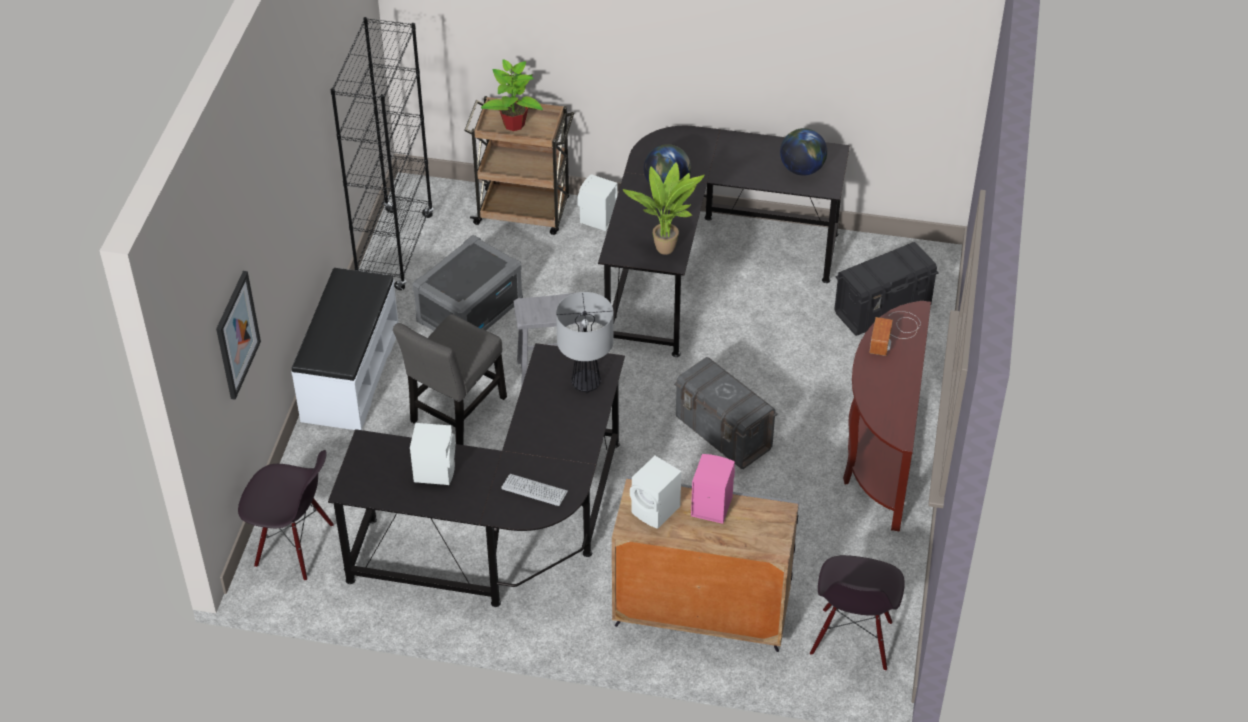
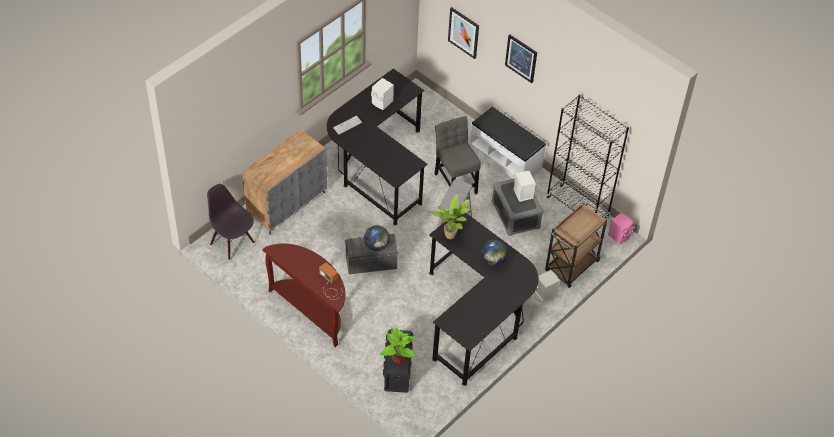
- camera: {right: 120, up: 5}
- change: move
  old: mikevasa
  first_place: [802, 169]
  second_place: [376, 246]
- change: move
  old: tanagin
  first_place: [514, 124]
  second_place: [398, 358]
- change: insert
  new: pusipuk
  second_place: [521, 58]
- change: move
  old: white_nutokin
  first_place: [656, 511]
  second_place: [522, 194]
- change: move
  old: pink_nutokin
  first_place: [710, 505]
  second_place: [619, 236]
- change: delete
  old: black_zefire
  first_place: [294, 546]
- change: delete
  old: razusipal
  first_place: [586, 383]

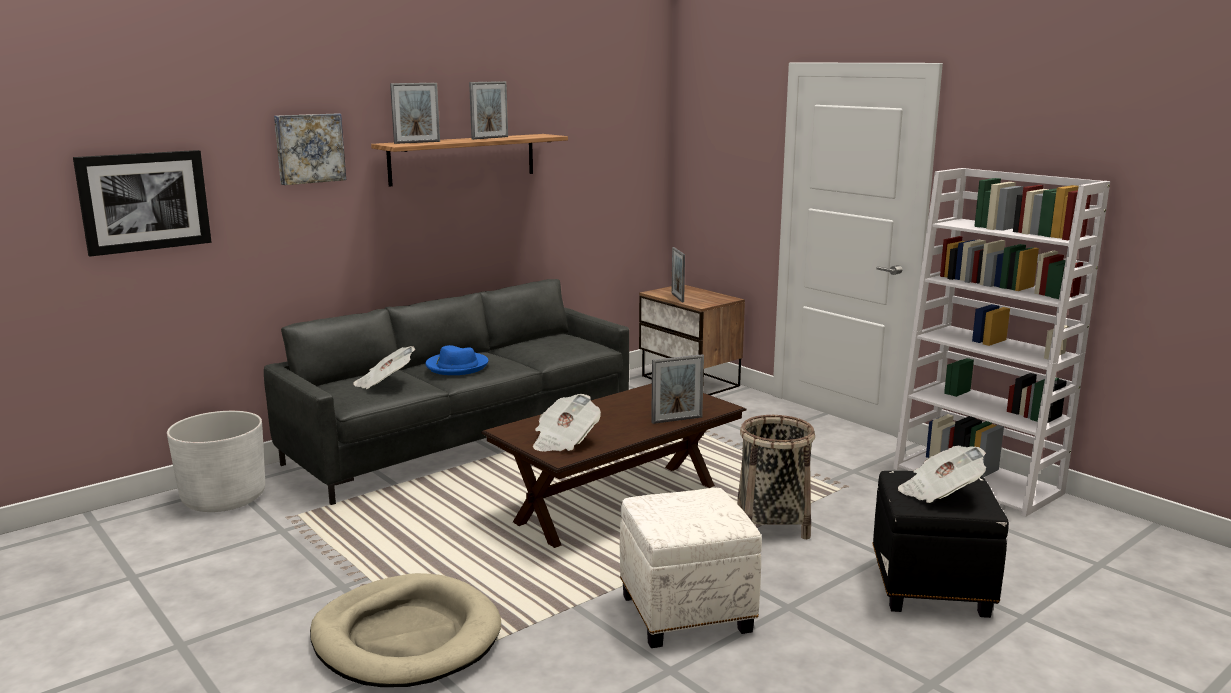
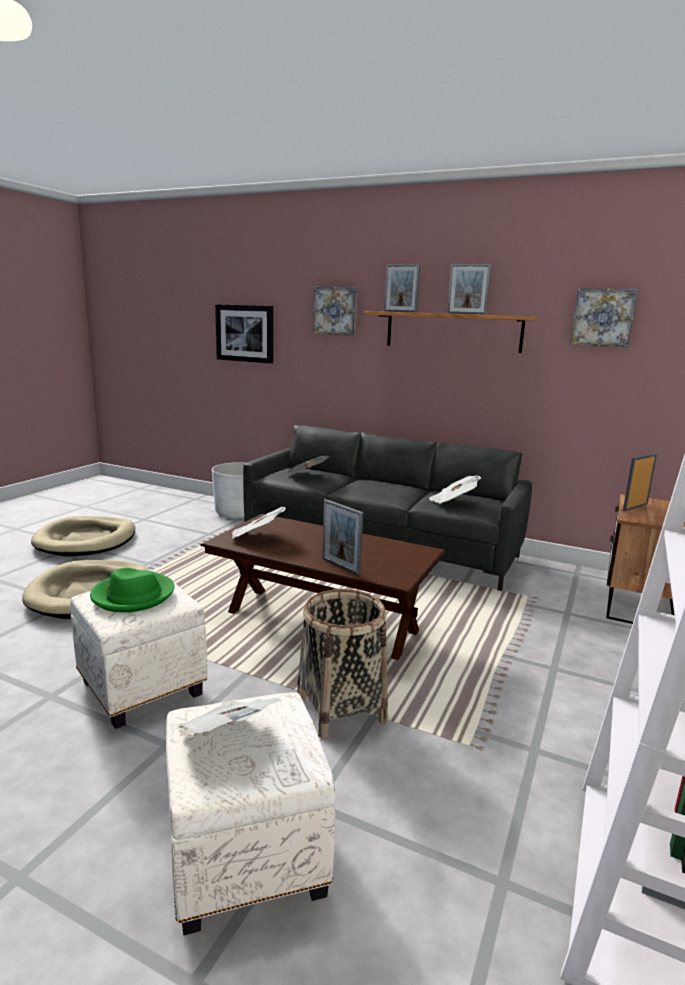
- camera: {right: 65, up: 0}
- change: insert
  new: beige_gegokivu
  second_place: [86, 540]
- change: insert
  new: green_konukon
  second_place: [133, 595]
- change: recolor
  old: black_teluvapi
  new: white_teluvapi
  first_place: [932, 588]
  second_place: [245, 860]
- change: insert
  new: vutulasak
  second_place: [453, 502]
- change: insert
  new: pusipuk
  second_place: [603, 317]
- change: delete
  old: blue_konukon
  first_place: [457, 366]

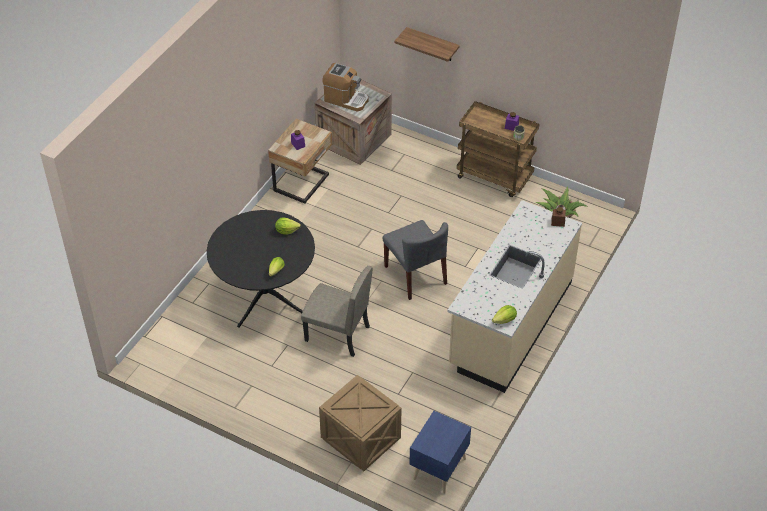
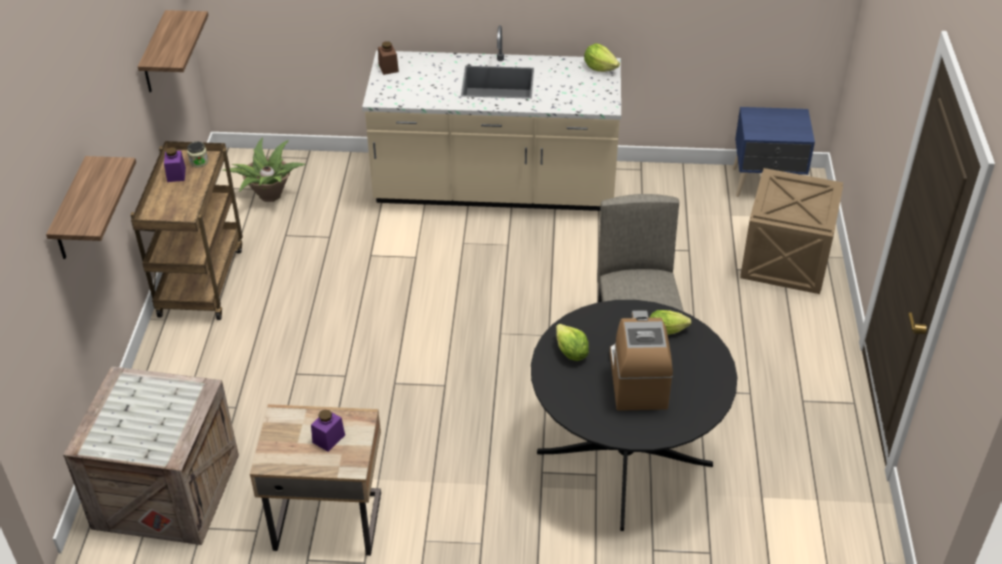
- camera: {right: -115, up: -5}
- change: insert
  new: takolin
  second_place: [155, 54]
- change: move
  old: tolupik
  first_place: [346, 99]
  second_place: [637, 380]
- change: delete
  old: grey_zefire
  first_place: [415, 275]

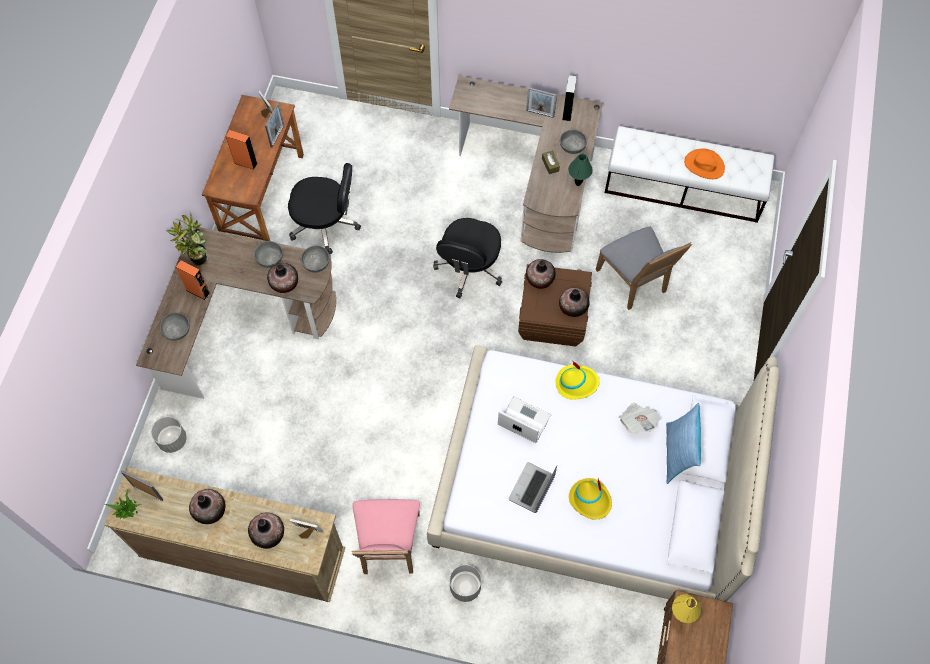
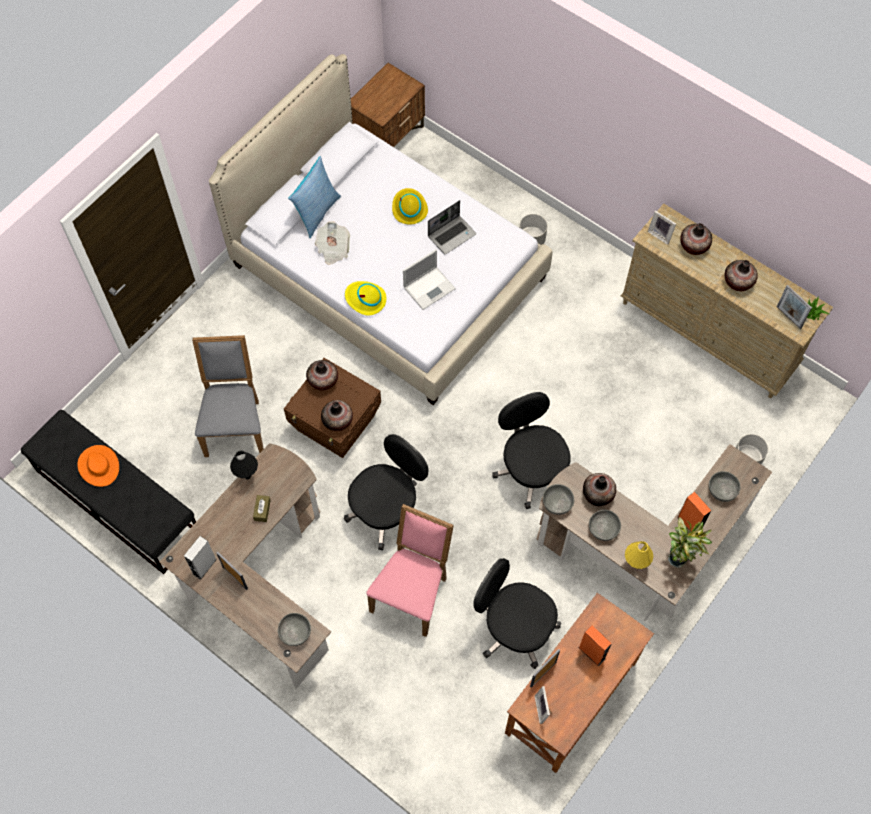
- camera: {right: -155, up: 0}
- change: recolor
  old: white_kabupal
  new: black_kabupal
  first_place: [684, 188]
  second_place: [117, 501]
- change: recolor
  old: green_razusipal
  new: black_razusipal
  first_place: [577, 183]
  second_place: [248, 476]
- change: move
  old: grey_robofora
  first_place: [572, 146]
  second_place: [295, 632]
- change: move
  old: pink_zefire
  first_place: [388, 548]
  second_place: [413, 592]
- change: rotate
  old: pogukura
  first_place: [523, 420]
  second_place: [430, 287]
  degrees: -90
- change: insert
  new: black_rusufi
  second_place: [531, 469]
- change: move
  old: yellow_razusipal
  first_place: [681, 615]
  second_place: [635, 565]

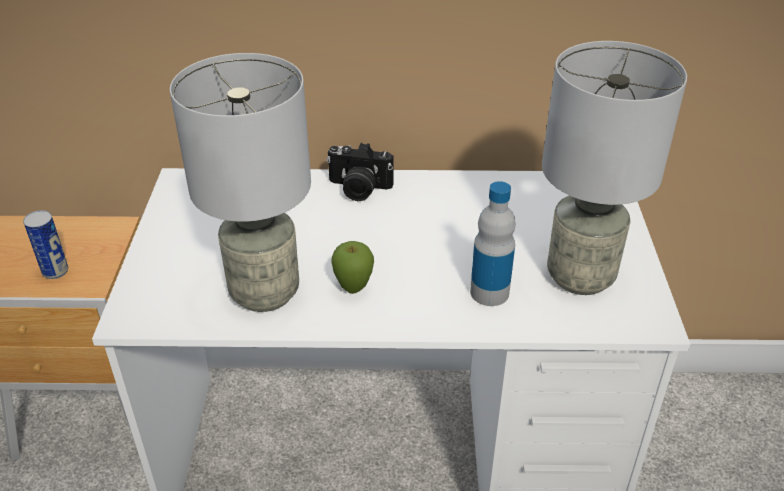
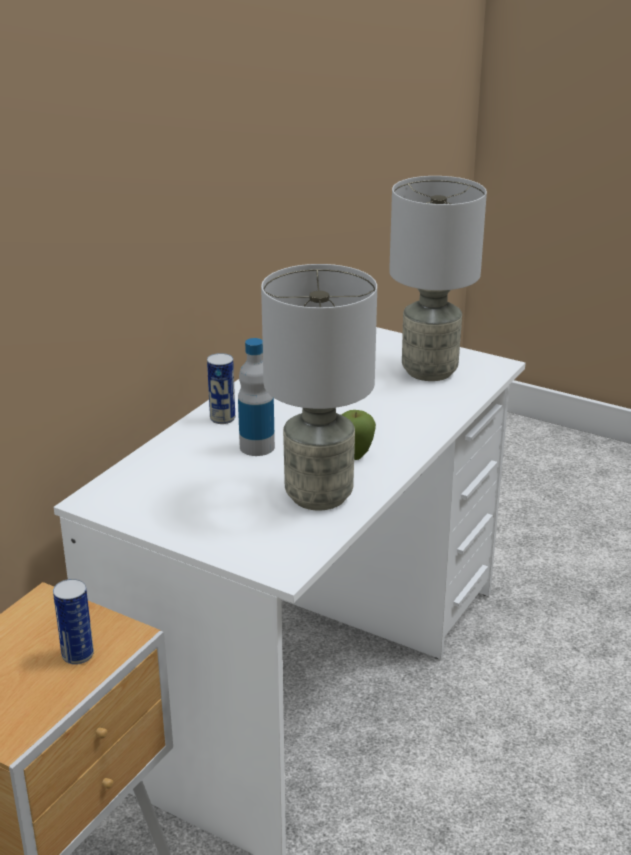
- camera: {right: -60, up: -10}
- change: replace
  old: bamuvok
  new: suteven
  first_place: [358, 189]
  second_place: [222, 418]
- change: move
  old: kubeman
  first_place: [489, 292]
  second_place: [257, 447]

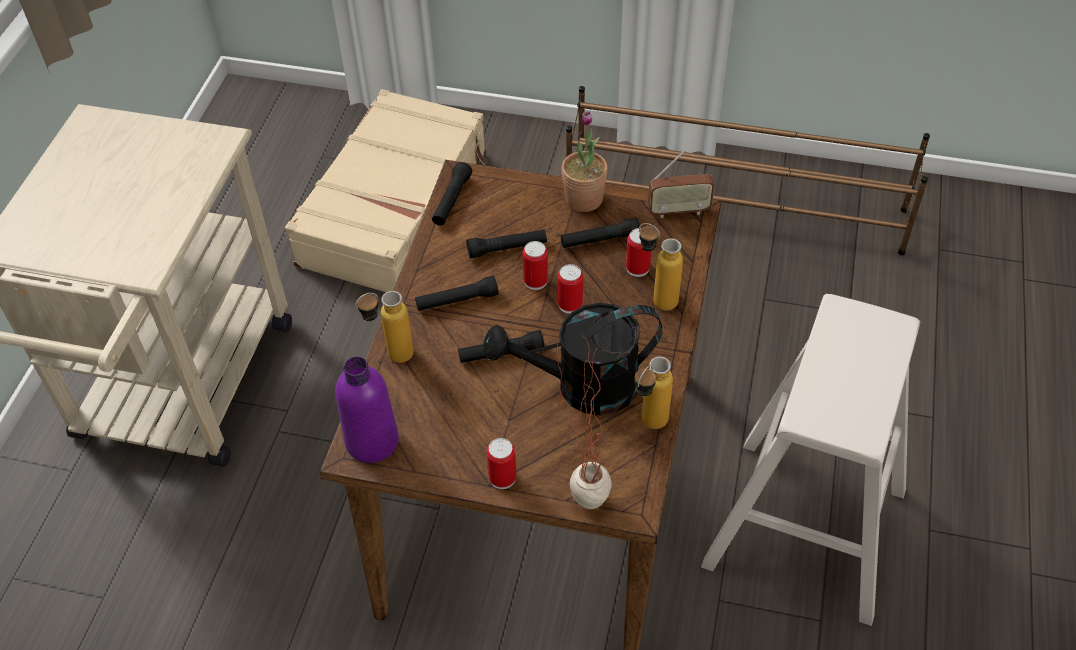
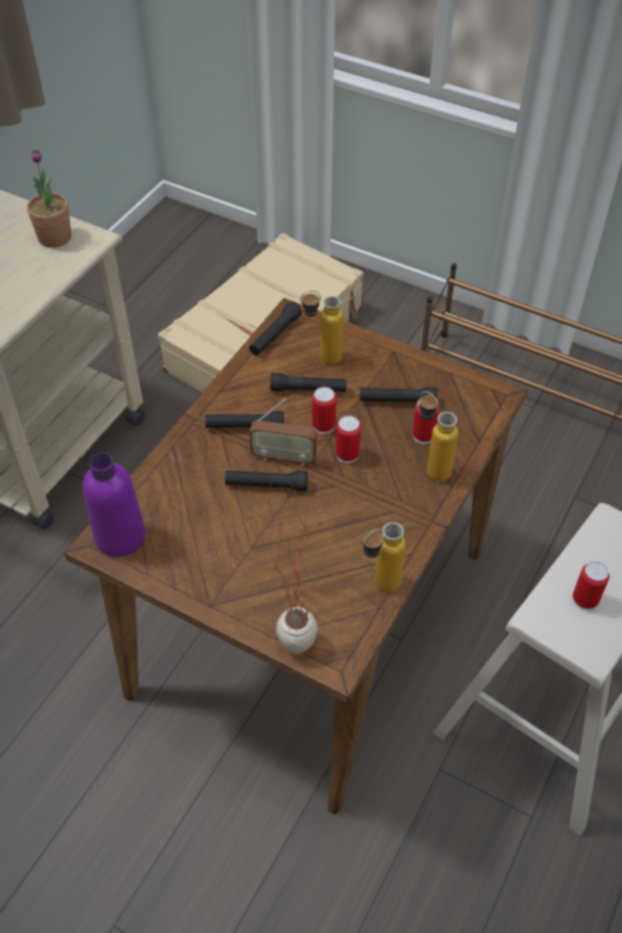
- camera: {right: 15, up: 0}
- change: move
  old: tanagin
  first_place: [584, 199]
  second_place: [55, 238]
- change: move
  old: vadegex
  first_place: [678, 211]
  second_place: [284, 457]
- change: move
  old: kubeman
  first_place: [390, 357]
  second_place: [321, 359]
- change: move
  old: suteven
  first_place: [502, 478]
  second_place: [585, 599]
- change: delete
  old: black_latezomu
  first_place: [582, 387]

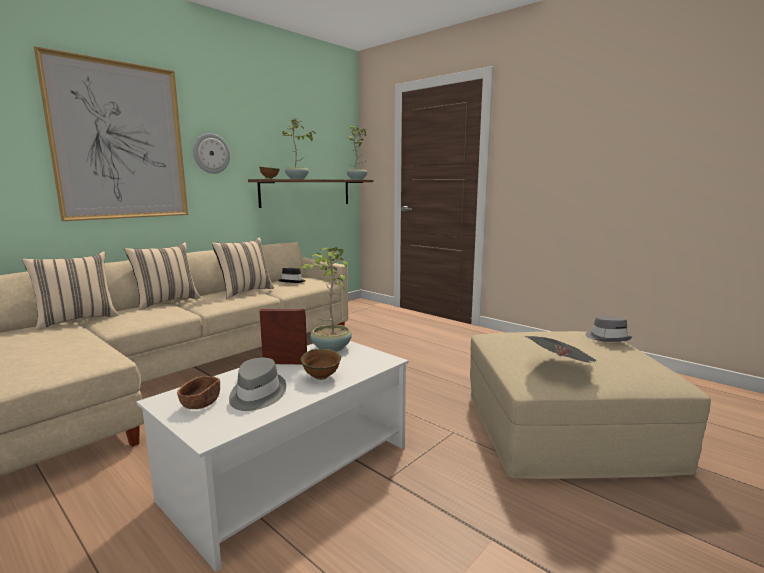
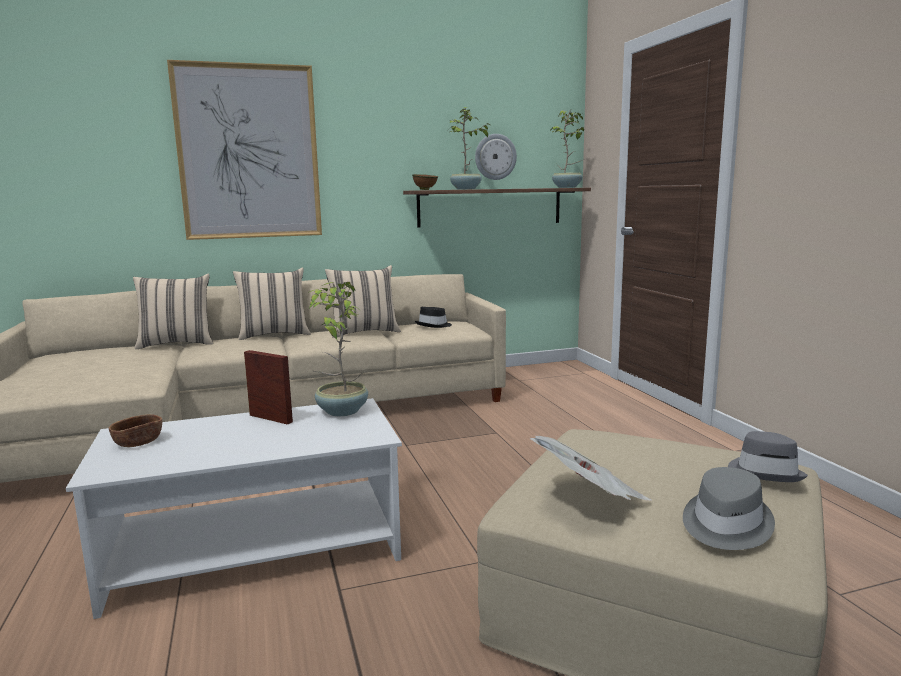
- camera: {right: 30, up: 0}
- change: move
  old: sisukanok
  first_place: [211, 153]
  second_place: [495, 157]
- change: move
  old: grey_konukon
  first_place: [256, 395]
  second_place: [725, 524]
- change: delete
  old: brown_robofora
  first_place: [322, 377]

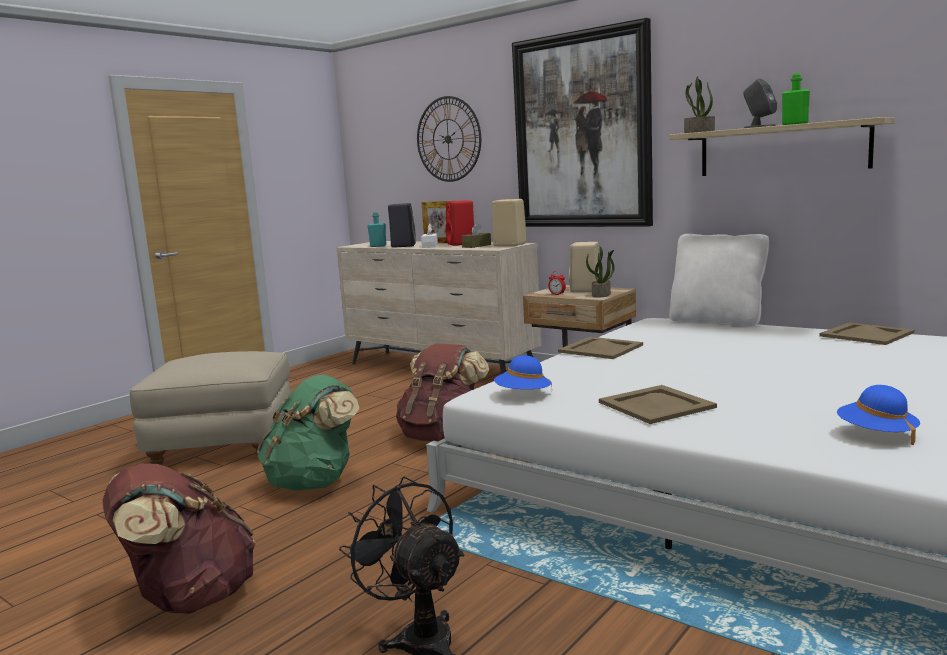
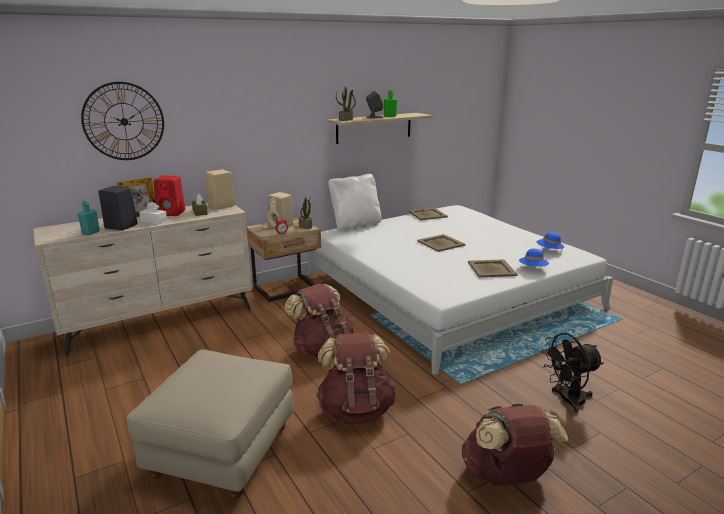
- camera: {right: -70, up: 10}
- change: recolor
  old: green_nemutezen
  new: brown_nemutezen
  first_place: [314, 482]
  second_place: [356, 410]
- change: move
  old: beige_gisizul
  first_place: [600, 348]
  second_place: [440, 243]
- change: move
  old: blue_konukon
  first_place: [523, 395]
  second_place: [533, 268]
- change: delete
  old: pusipuk
  first_place: [582, 131]

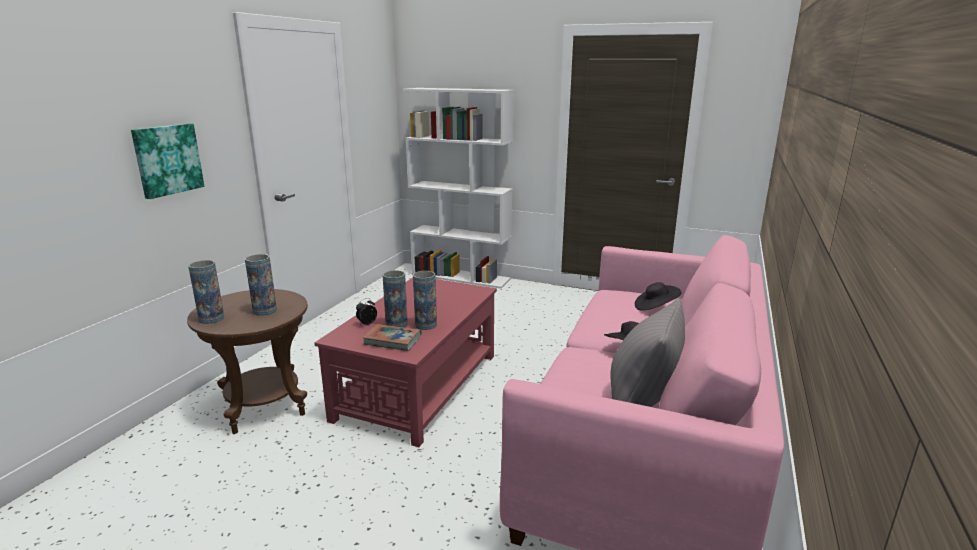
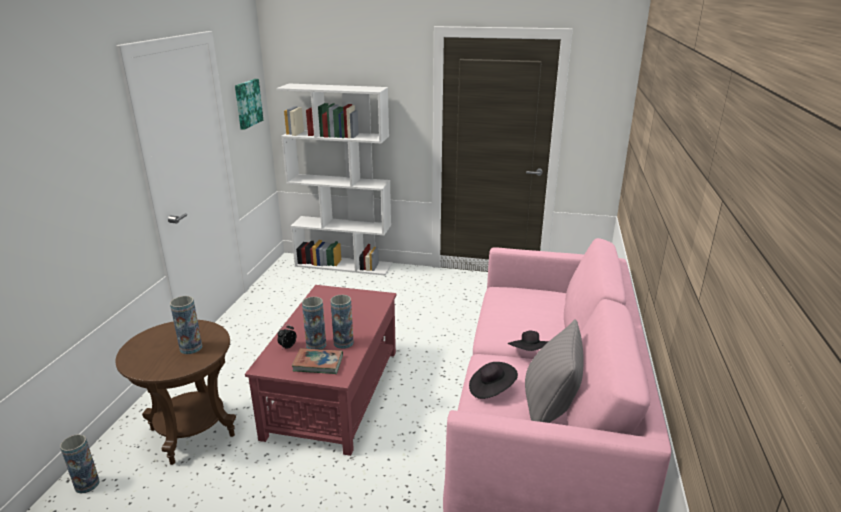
- camera: {right: -10, up: 5}
- change: move
  old: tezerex
  first_place: [211, 319]
  second_place: [87, 484]
- change: move
  old: pusipuk
  first_place: [167, 159]
  second_place: [247, 103]
- change: move
  old: black_konukon
  first_place: [655, 308]
  second_place: [491, 389]

